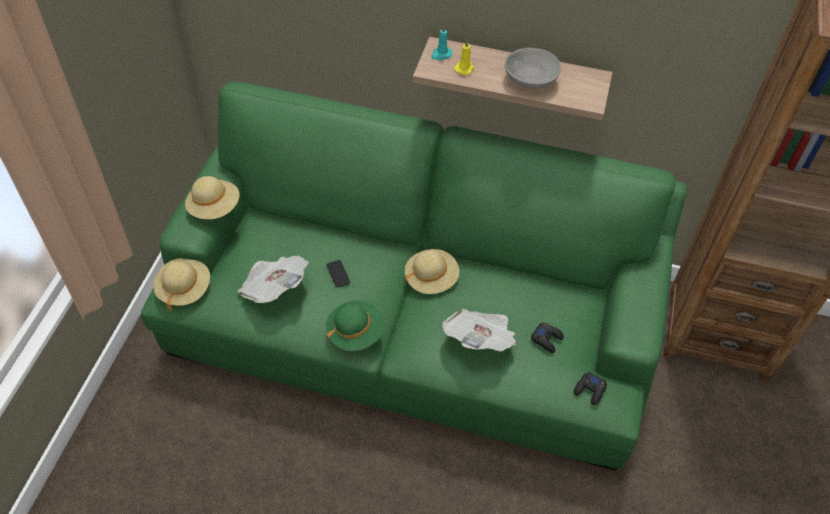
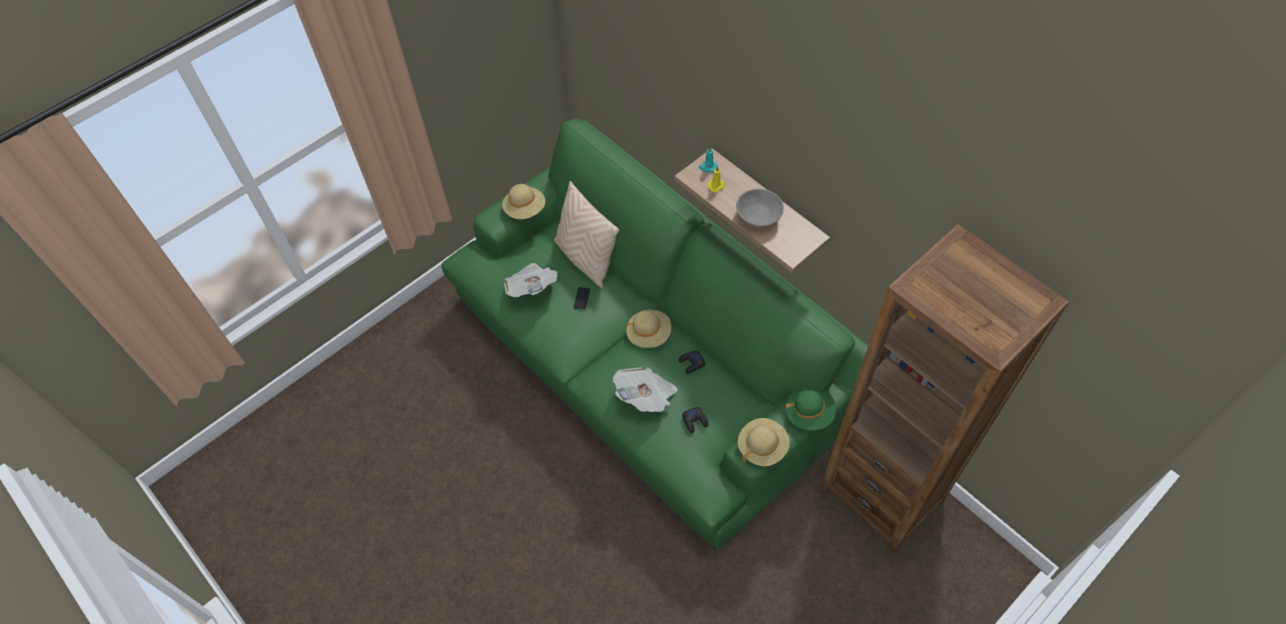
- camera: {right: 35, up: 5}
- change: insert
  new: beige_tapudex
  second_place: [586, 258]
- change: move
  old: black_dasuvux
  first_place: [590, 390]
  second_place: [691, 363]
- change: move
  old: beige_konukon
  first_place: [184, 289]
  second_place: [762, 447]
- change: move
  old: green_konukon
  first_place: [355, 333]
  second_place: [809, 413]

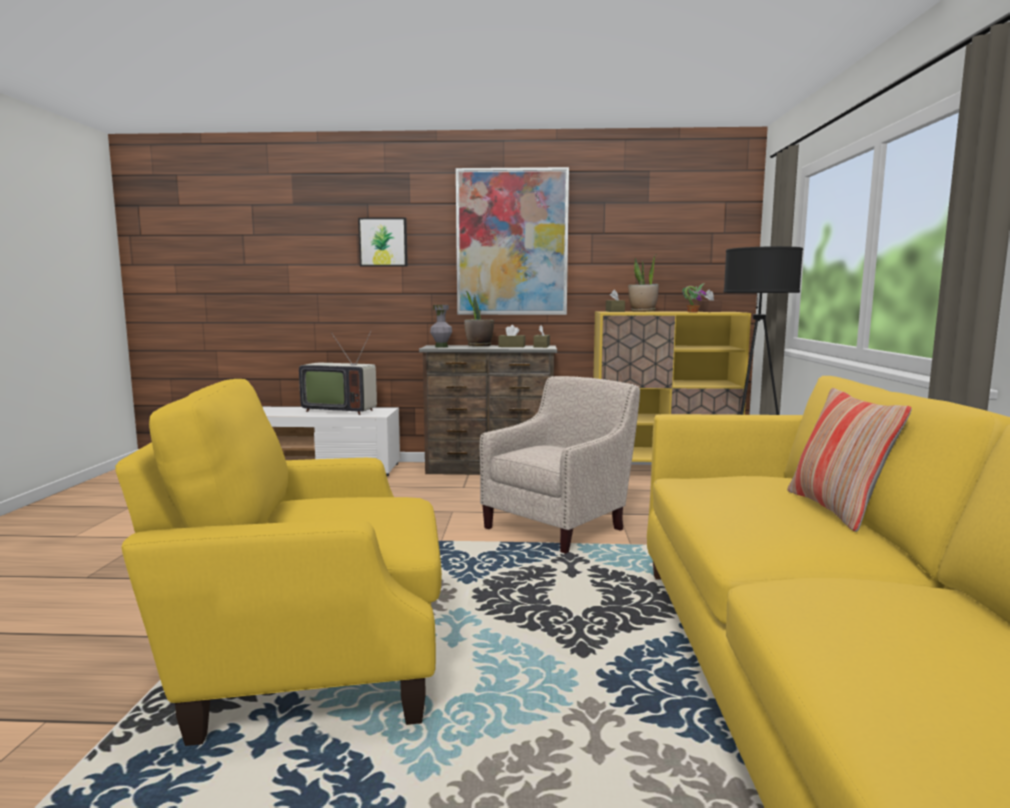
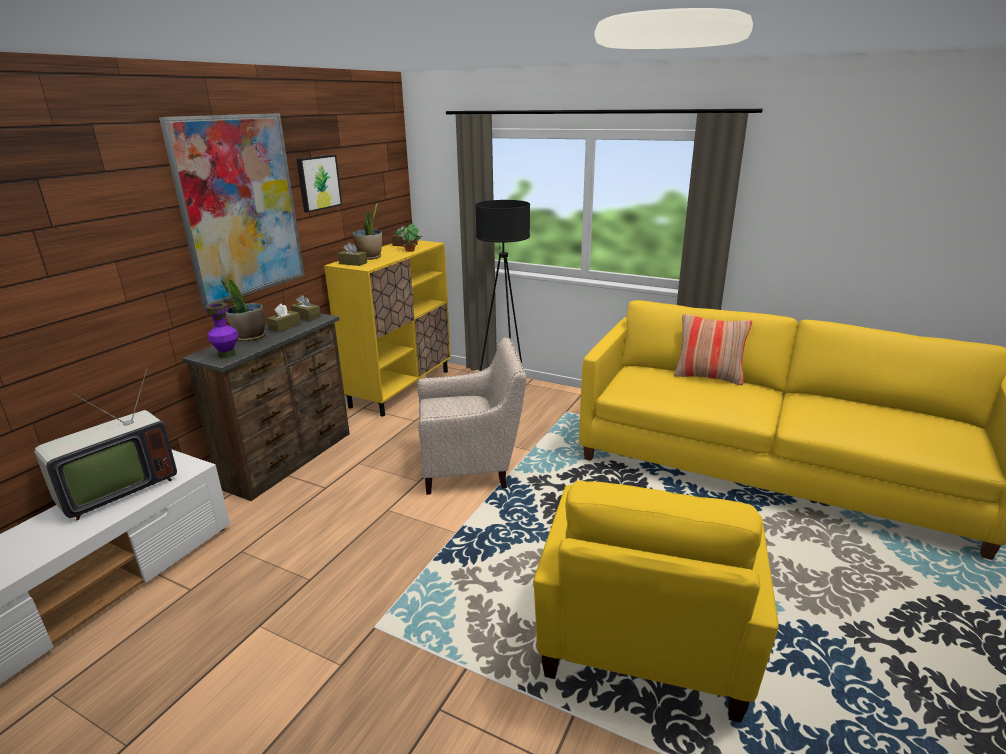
- camera: {right: -65, up: 15}
- change: recolor
  old: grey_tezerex
  new: purple_tezerex
  first_place: [441, 347]
  second_place: [227, 355]
- change: move
  old: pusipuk
  first_place: [383, 242]
  second_place: [318, 182]
- change: rotate
  old: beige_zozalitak
  first_place: [559, 526]
  second_place: [471, 466]
  degrees: 105

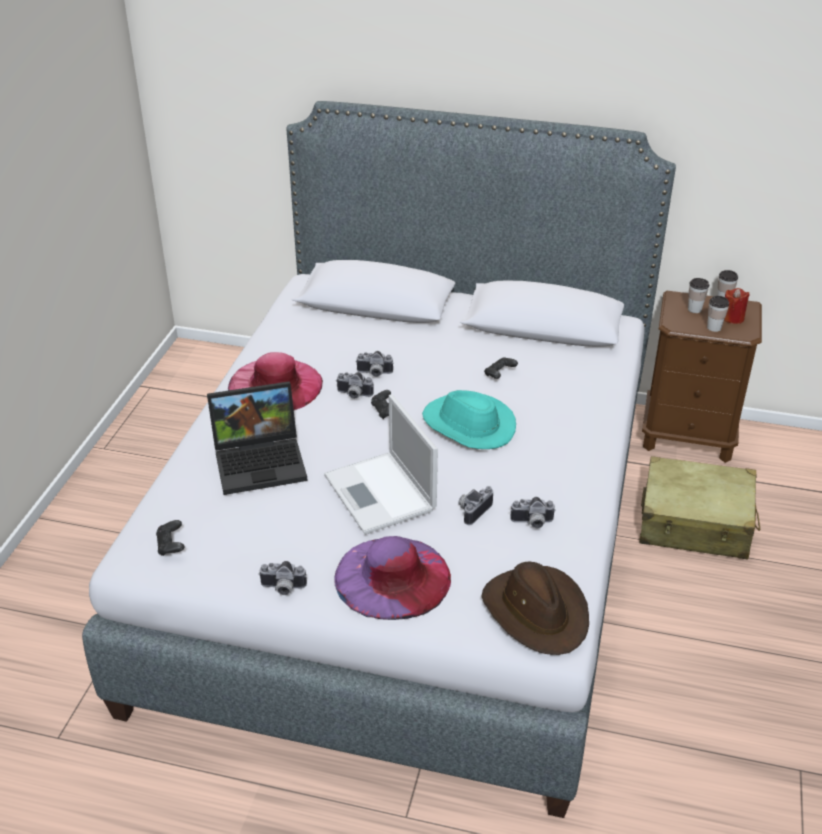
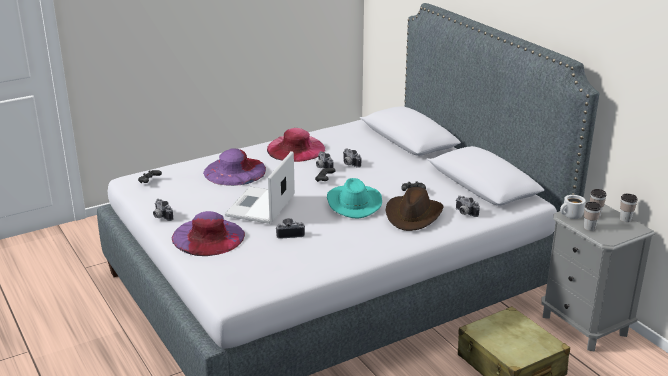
- camera: {right: 45, up: -10}
- change: replace
  old: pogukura
  new: purple_konukon
  first_place: [262, 461]
  second_place: [235, 171]
- change: move
  old: brown_konukon
  first_place: [536, 612]
  second_place: [414, 215]
- change: move
  old: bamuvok
  first_place: [532, 523]
  second_place: [464, 213]
- change: recolor
  old: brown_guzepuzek
  new: grey_guzepuzek
  first_place: [688, 436]
  second_place: [585, 325]
- change: insert
  new: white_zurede
  second_place: [571, 216]
- change: delete
  old: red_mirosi
  first_place: [732, 318]

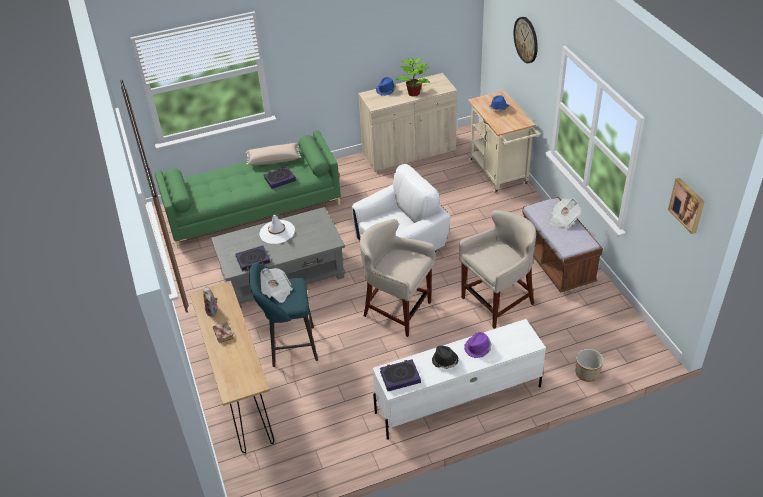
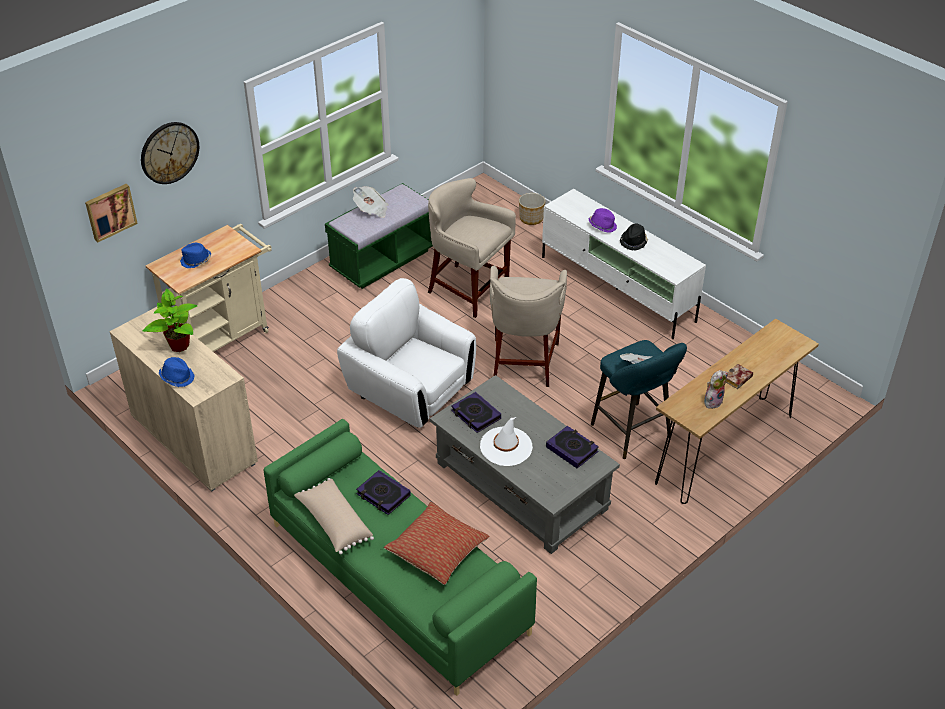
- camera: {right: -115, up: 0}
- change: move
  old: pusipuk
  first_place: [687, 205]
  second_place: [110, 211]
- change: recolor
  old: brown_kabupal
  new: green_kabupal
  first_place: [557, 263]
  second_place: [382, 260]
- change: insert
  new: tapudex
  second_place: [437, 550]
- change: move
  old: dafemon
  first_place: [400, 377]
  second_place: [476, 415]

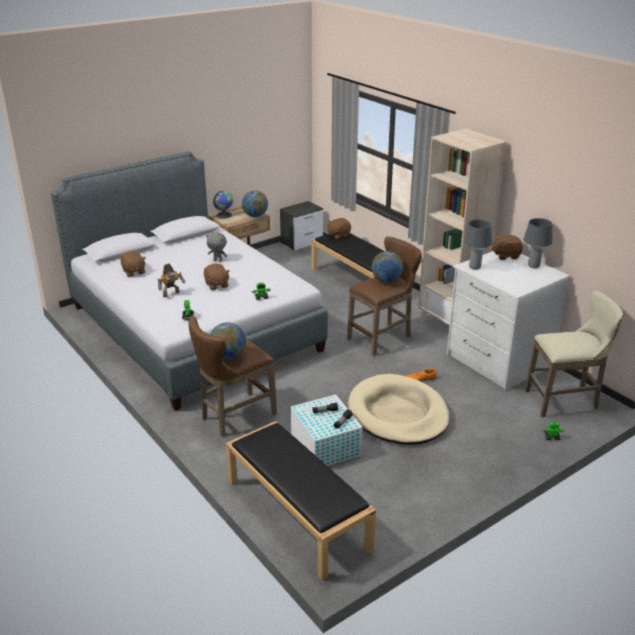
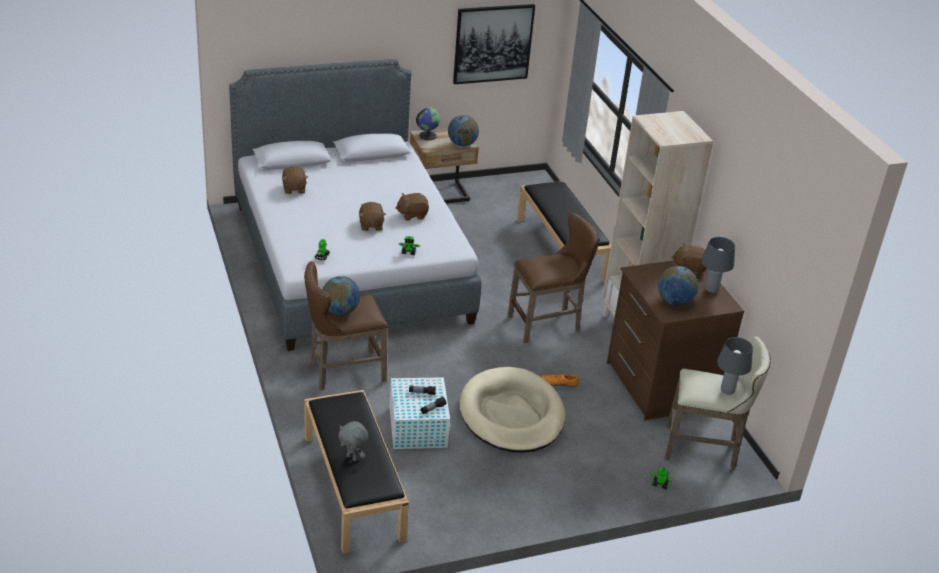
- camera: {right: 15, up: 5}
- change: move
  old: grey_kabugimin
  first_place: [218, 260]
  second_place: [353, 457]
- change: move
  old: brown_kabugimin
  first_place: [338, 235]
  second_place: [412, 215]
- change: insert
  new: pusipuk
  second_place: [493, 43]
- change: recolor
  old: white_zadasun
  new: brown_zadasun
  first_place: [498, 361]
  second_place: [660, 384]
- change: move
  old: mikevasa
  first_place: [386, 280]
  second_place: [674, 301]
- change: move
  old: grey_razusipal
  first_place: [474, 267]
  second_place: [727, 391]
- change: delete
  old: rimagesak
  first_place: [172, 294]
- change: delete
  old: guzepuzek
  first_place: [302, 242]

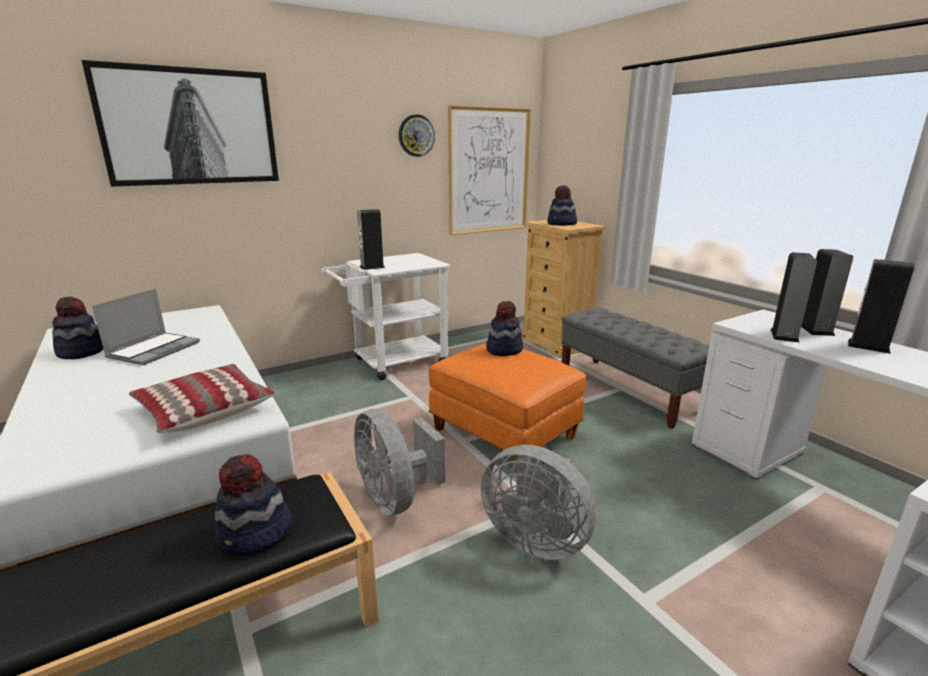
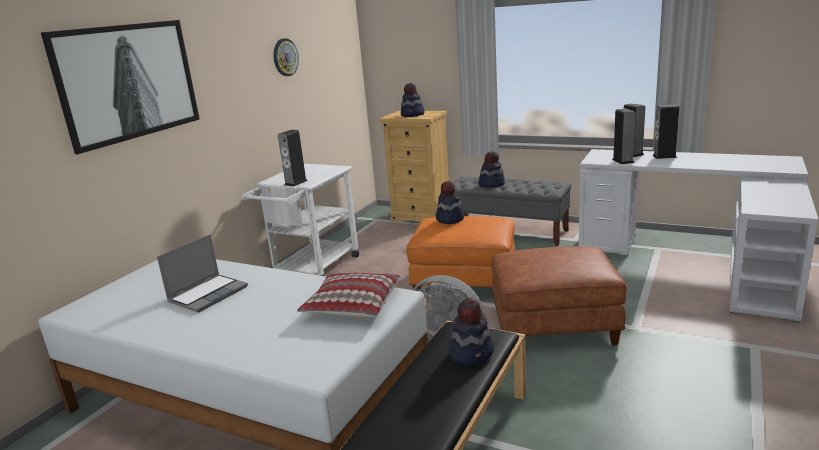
- camera: {right: -30, up: 0}
- change: rotate
  old: pogukura
  first_place: [154, 350]
  second_place: [208, 294]
  degrees: 45
- change: move
  old: konukon
  first_place: [81, 352]
  second_place: [491, 184]
- change: replace
  old: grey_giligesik
  new: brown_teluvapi
  first_place: [535, 538]
  second_place: [555, 326]
- change: delete
  old: pusipuk
  first_place: [489, 171]

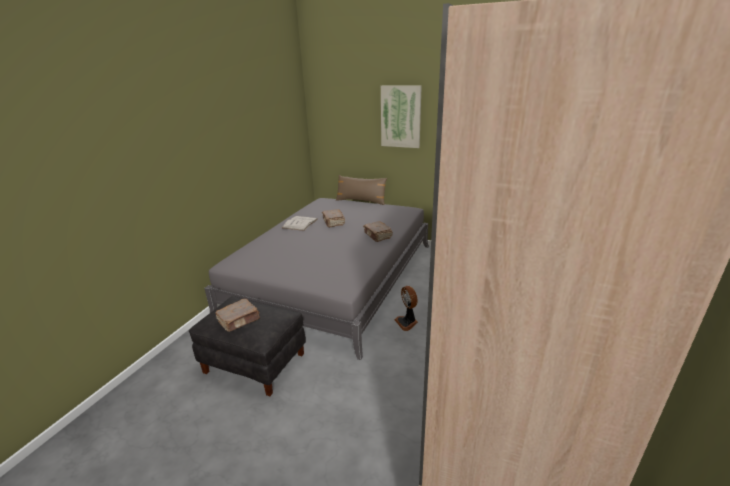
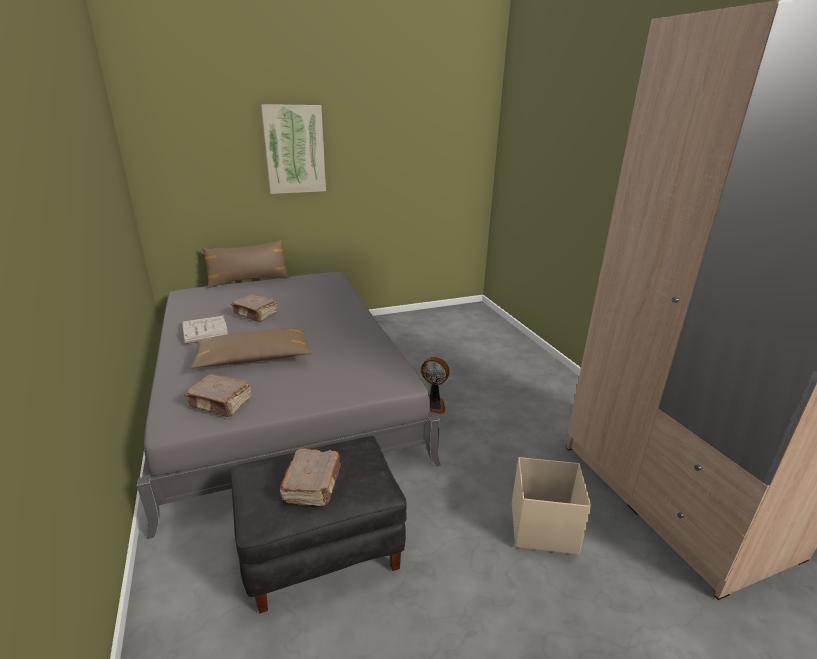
- camera: {right: -45, up: 0}
- change: move
  old: brown_dafemon
  first_place: [378, 236]
  second_place: [221, 404]
- change: insert
  new: brown_tapudex
  second_place: [254, 358]
- change: insert
  new: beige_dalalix
  second_place: [542, 527]

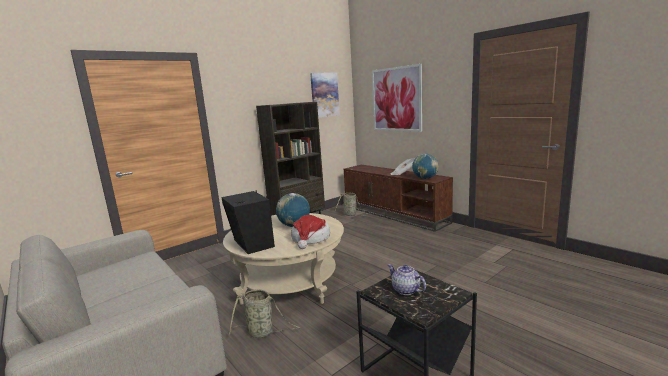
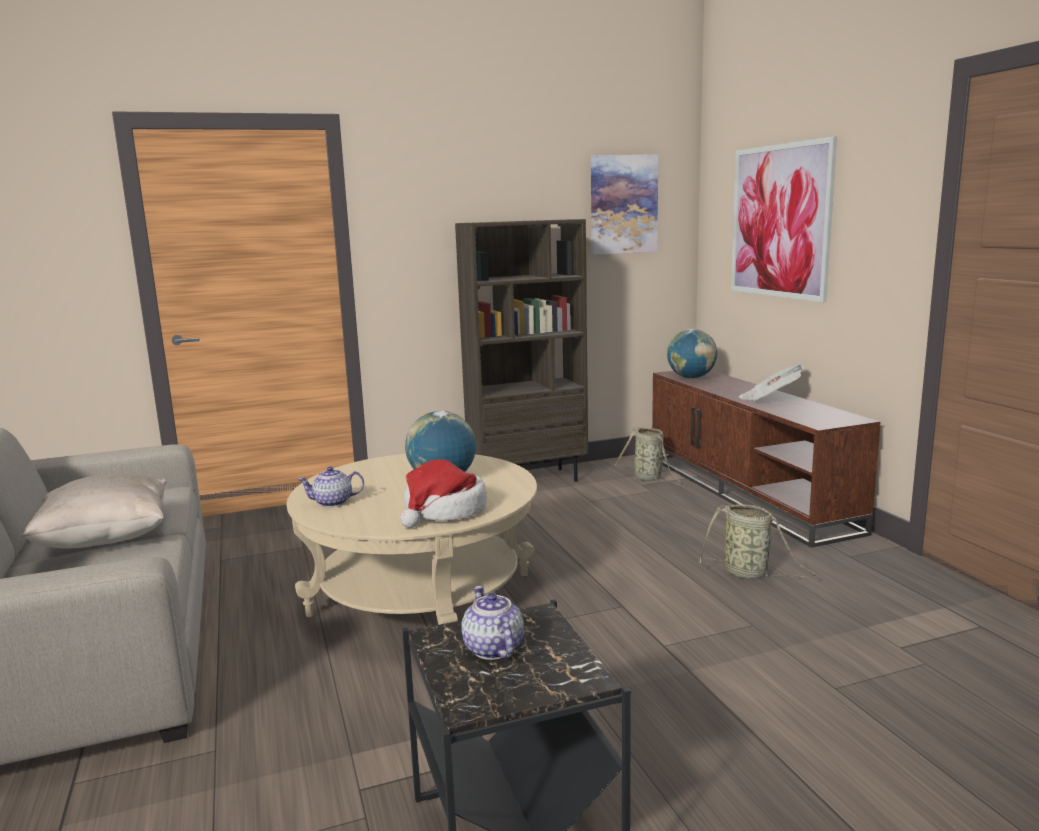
- camera: {right: 20, up: 0}
- change: insert
  new: beige_tapudex
  second_place: [106, 540]
- change: replace
  old: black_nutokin
  new: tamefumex
  first_place: [251, 244]
  second_place: [333, 502]
- change: move
  old: mikevasa
  first_place: [425, 178]
  second_place: [691, 378]
- change: move
  old: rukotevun
  first_place: [262, 332]
  second_place: [748, 573]

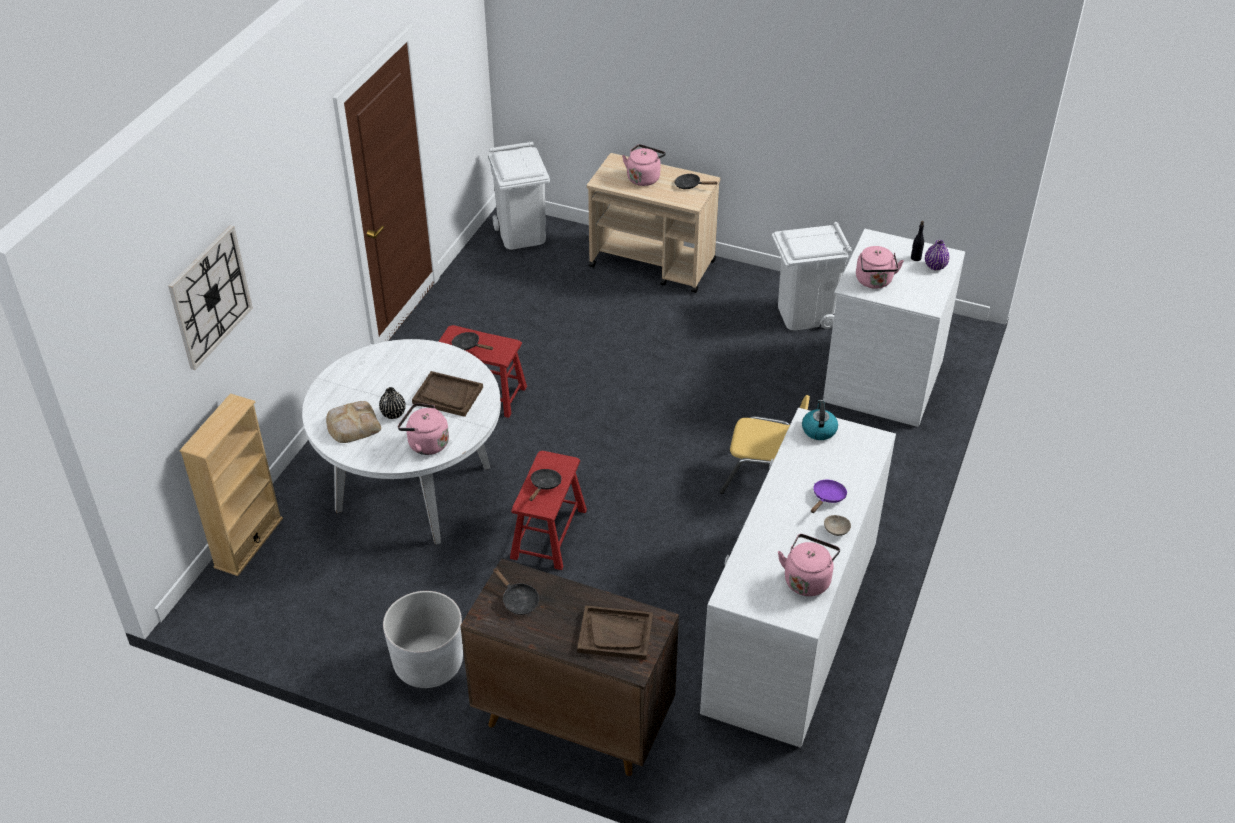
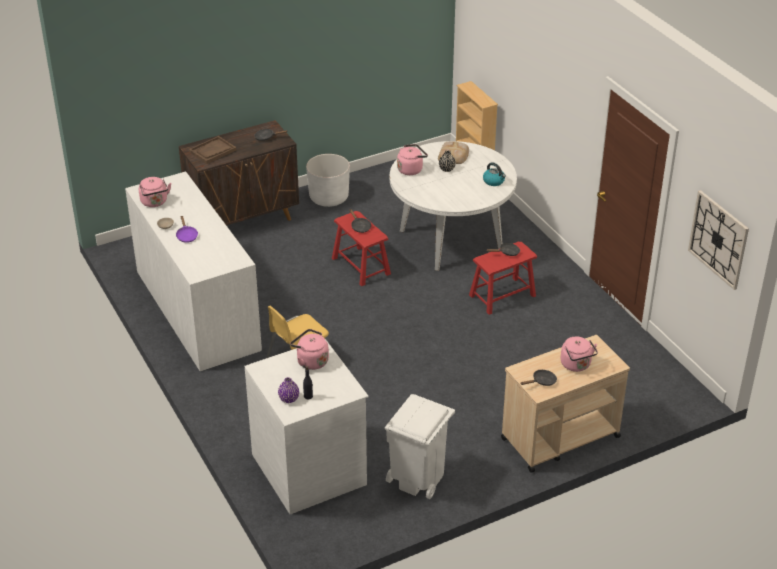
- camera: {right: 130, up: -5}
- change: move
  old: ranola
  first_place: [818, 429]
  second_place: [494, 181]
- change: move
  old: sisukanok
  first_place: [210, 297]
  second_place: [718, 239]
- change: delete
  old: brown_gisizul
  first_place: [447, 395]
- change: delete
  old: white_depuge
  first_place: [522, 234]

